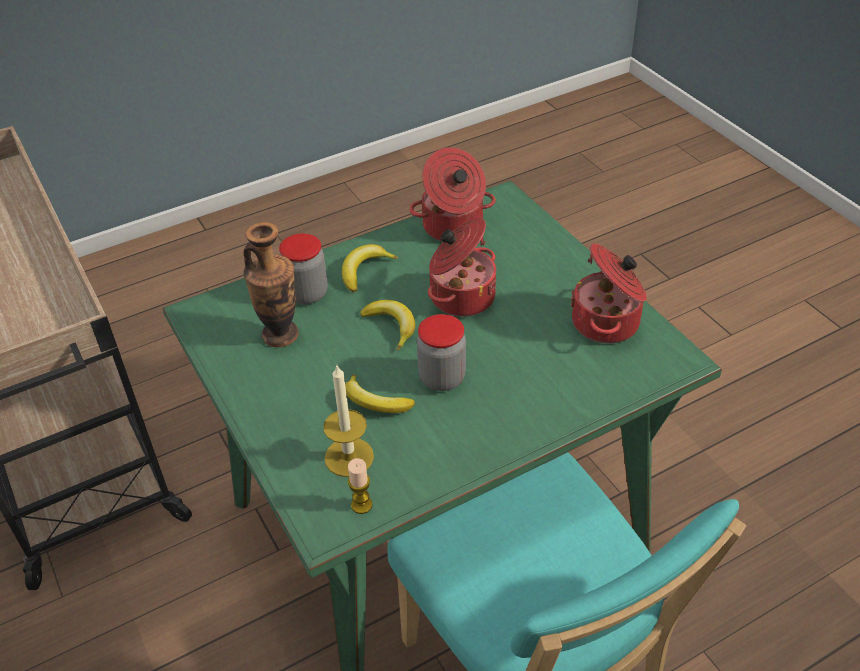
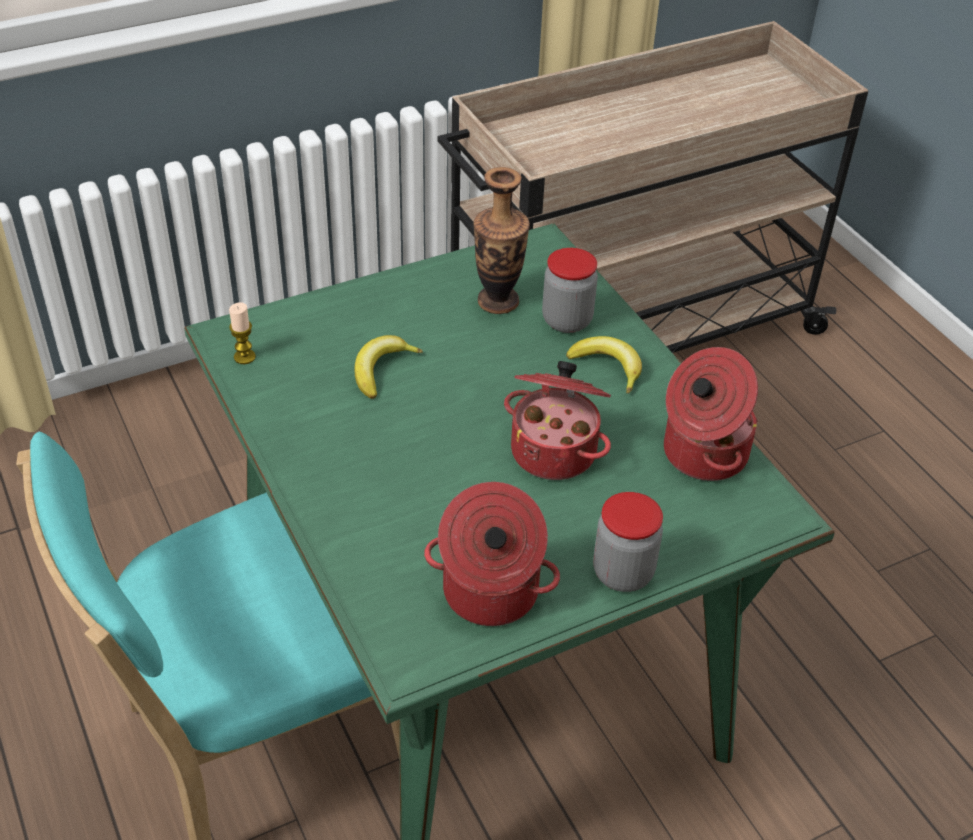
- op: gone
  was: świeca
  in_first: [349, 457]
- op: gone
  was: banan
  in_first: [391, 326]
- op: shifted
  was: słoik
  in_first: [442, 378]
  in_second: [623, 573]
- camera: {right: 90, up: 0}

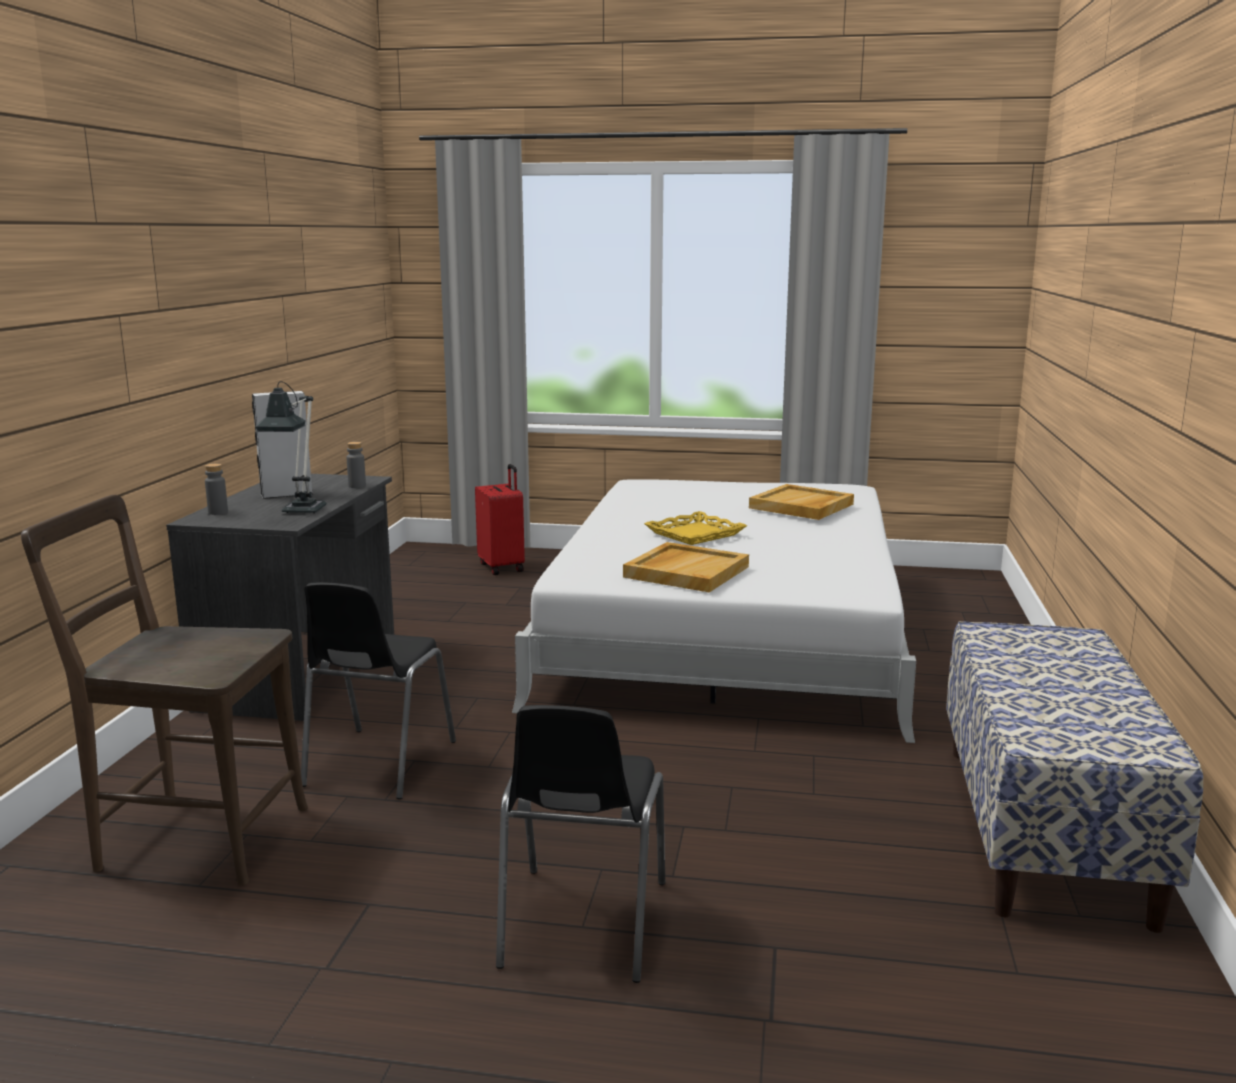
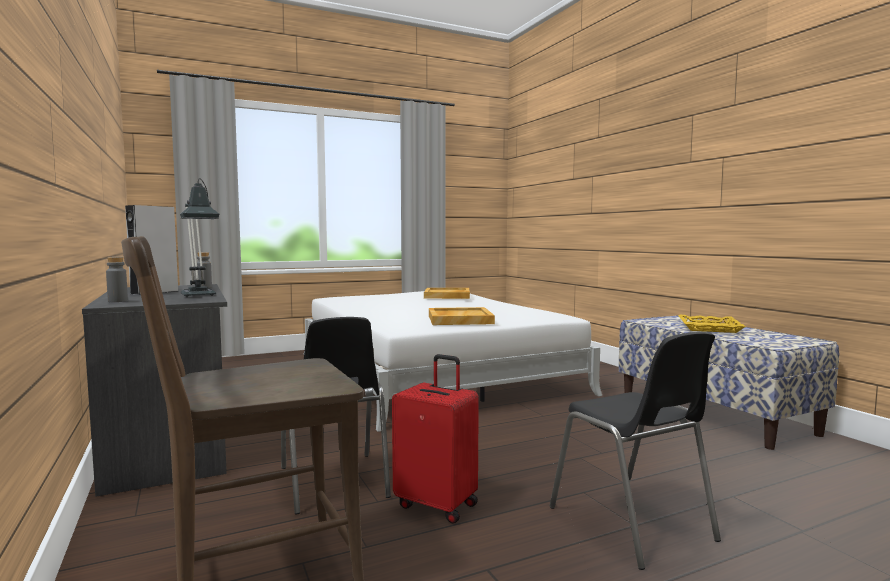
- op: shifted
  was: walizka [czerwony]
  in_first: [502, 567]
  in_second: [438, 504]
- op: shifted
  was: taca [żółty]
  in_first: [695, 534]
  in_second: [710, 328]
- camera: {right: -35, up: -10}

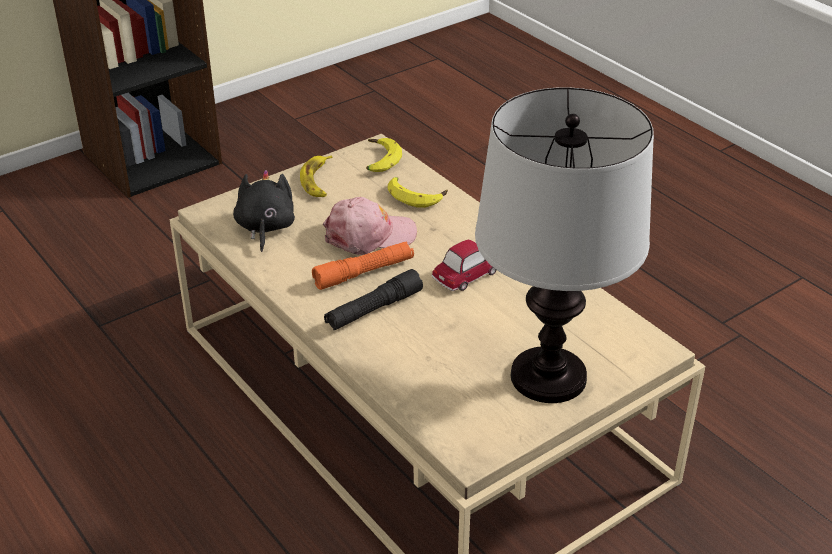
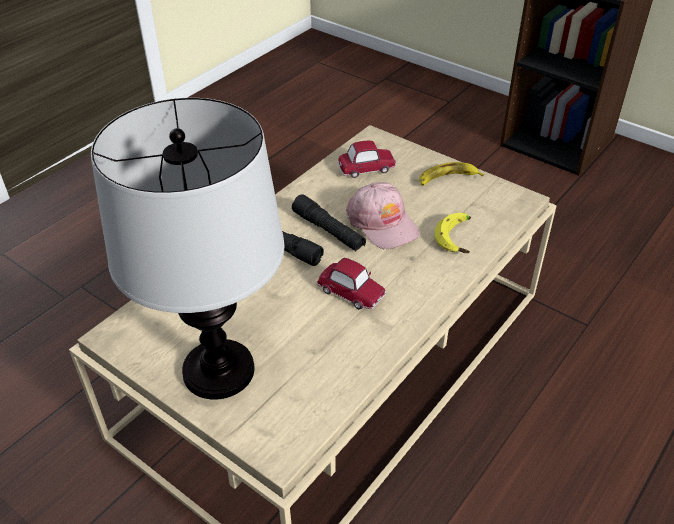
- op: swapped
  was: pluszak [czarny]
  now: samochodzik
  in_first: [265, 228]
  in_second: [366, 168]
- op: repainted
  was: latarka [pomarańczowy]
  now: latarka [czarny]
  in_first: [364, 273]
  in_second: [328, 231]
- op: gone
  was: banan
  in_first: [378, 160]
- camera: {right: 75, up: 5}

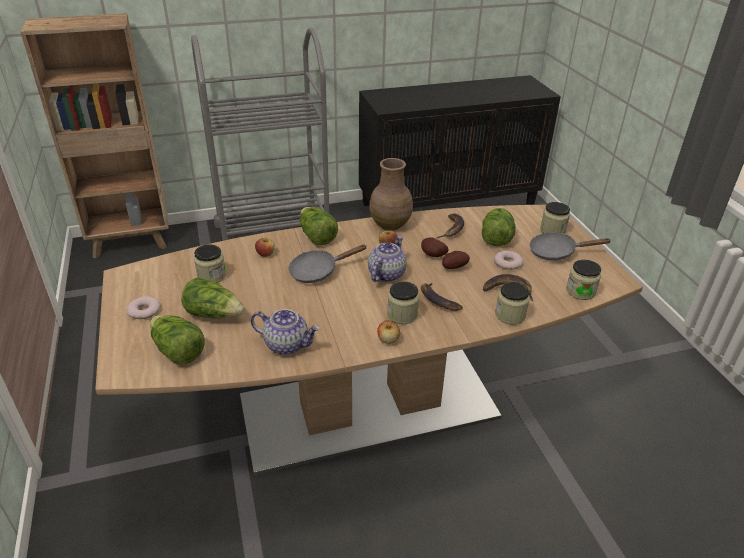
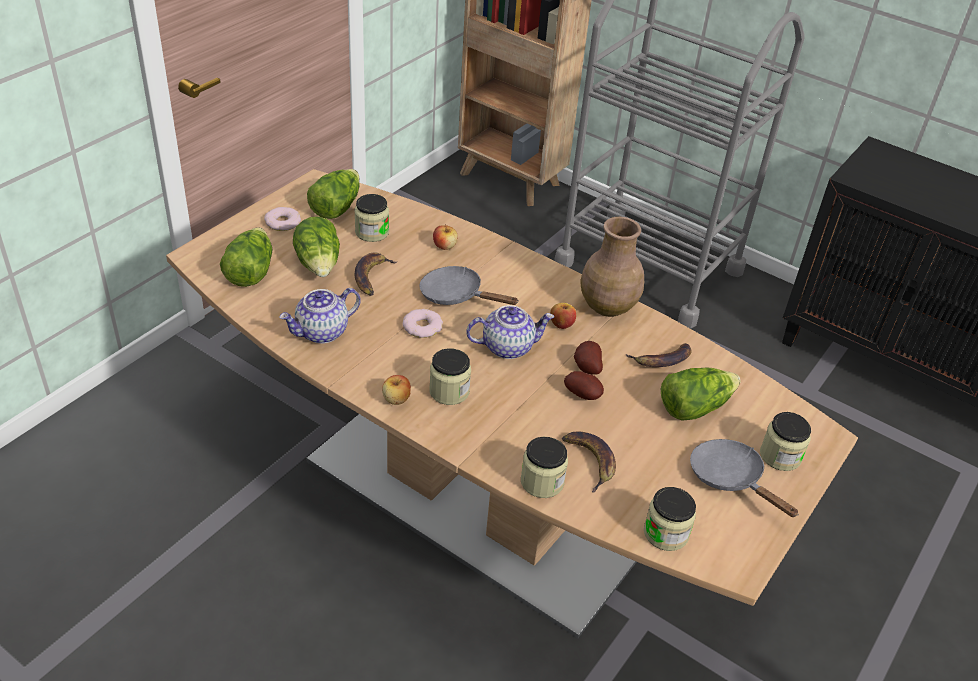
- op: rotated
  was: imbryk
  in_first: [287, 344]
  in_second: [322, 332]
  clockwise: 75
- op: shifted
  was: sałata
  in_first: [316, 236]
  in_second: [336, 207]
- op: shifted
  was: banan
  in_first: [438, 300]
  in_second: [372, 276]
- op: shifted
  was: donut
  in_first: [507, 263]
  in_second: [422, 327]
- camera: {right: 50, up: 5}

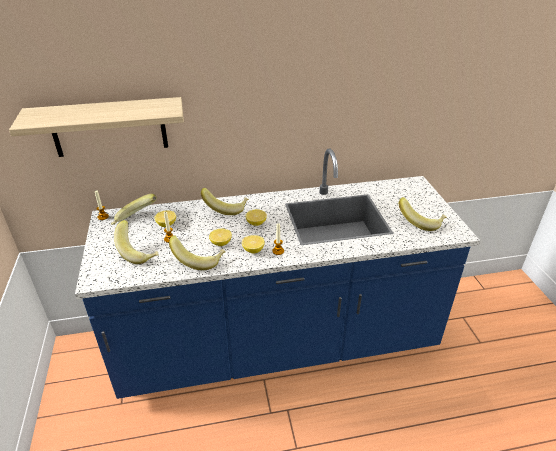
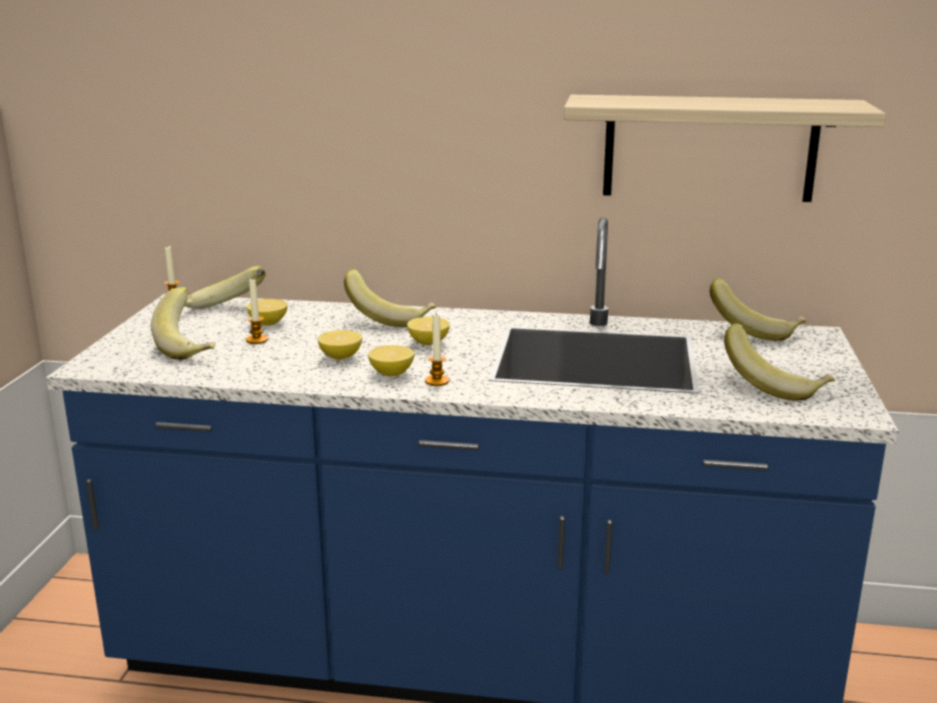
- op: shifted
  was: półka
  in_first: [109, 127]
  in_second: [709, 148]
- op: shifted
  was: banan
  in_first: [199, 260]
  in_second: [755, 331]
- camera: {right: 20, up: -15}

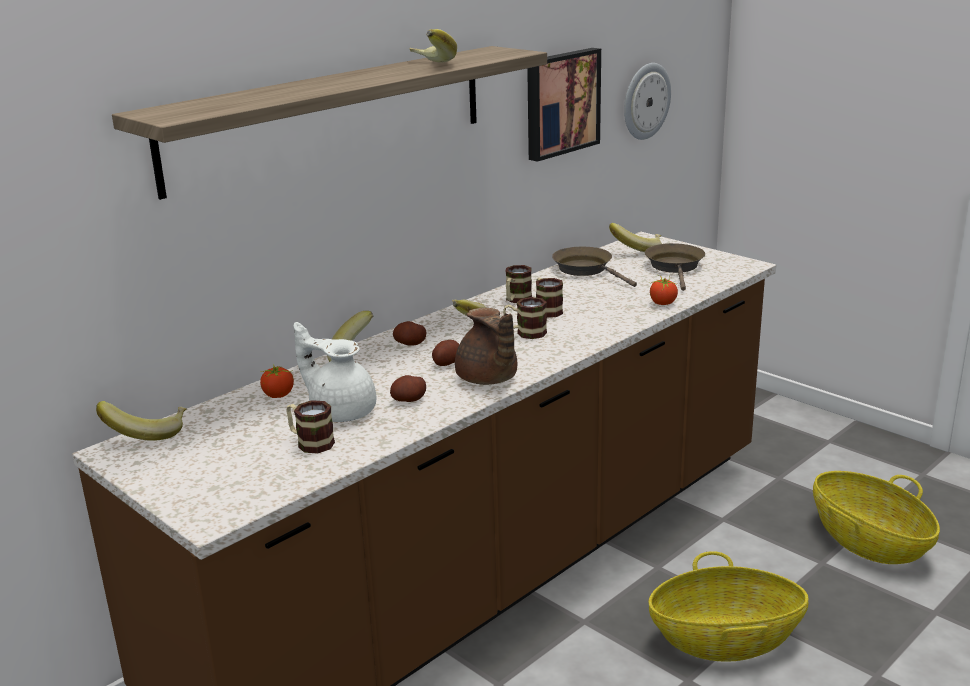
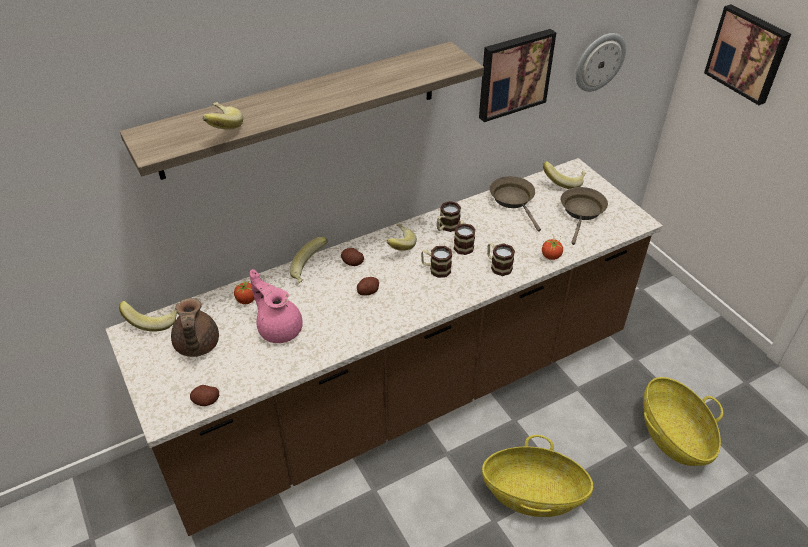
- op: shifted
  was: kubek
  in_first: [310, 442]
  in_second: [498, 266]
- op: repainted
  was: imbryk [biały]
  now: imbryk [różowy]
  in_first: [341, 411]
  in_second: [279, 328]
- op: shifted
  was: ziemniak
  in_first: [409, 400]
  in_second: [206, 401]
- op: shifted
  was: banan
  in_first: [428, 65]
  in_second: [220, 128]
- op: shifted
  was: imbryk [brązowy]
  in_first: [487, 379]
  in_second: [196, 346]
- op: new
  now: obraz
  in_second: [748, 53]
- camera: {right: 15, up: 20}

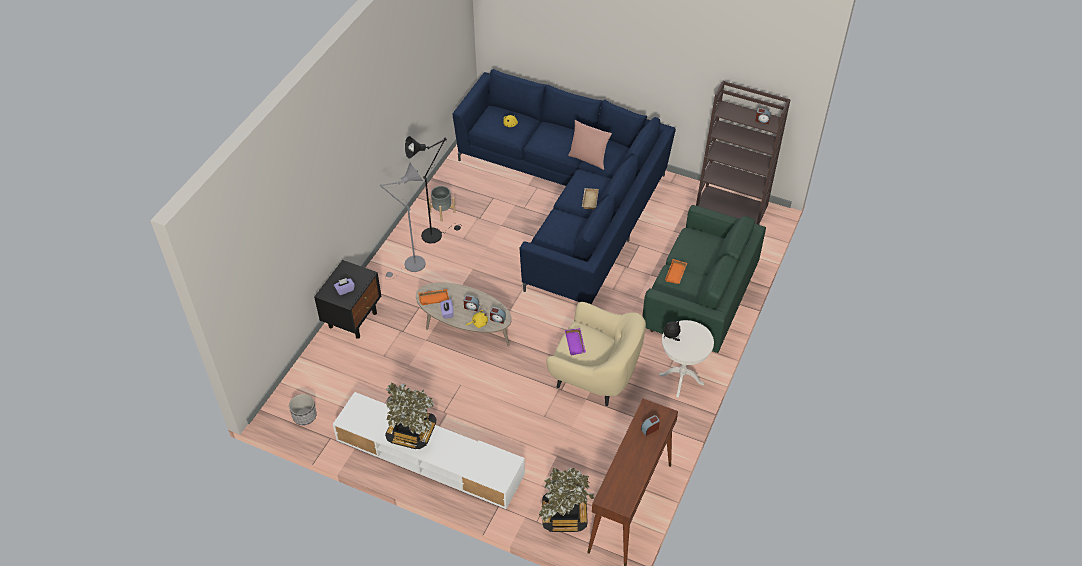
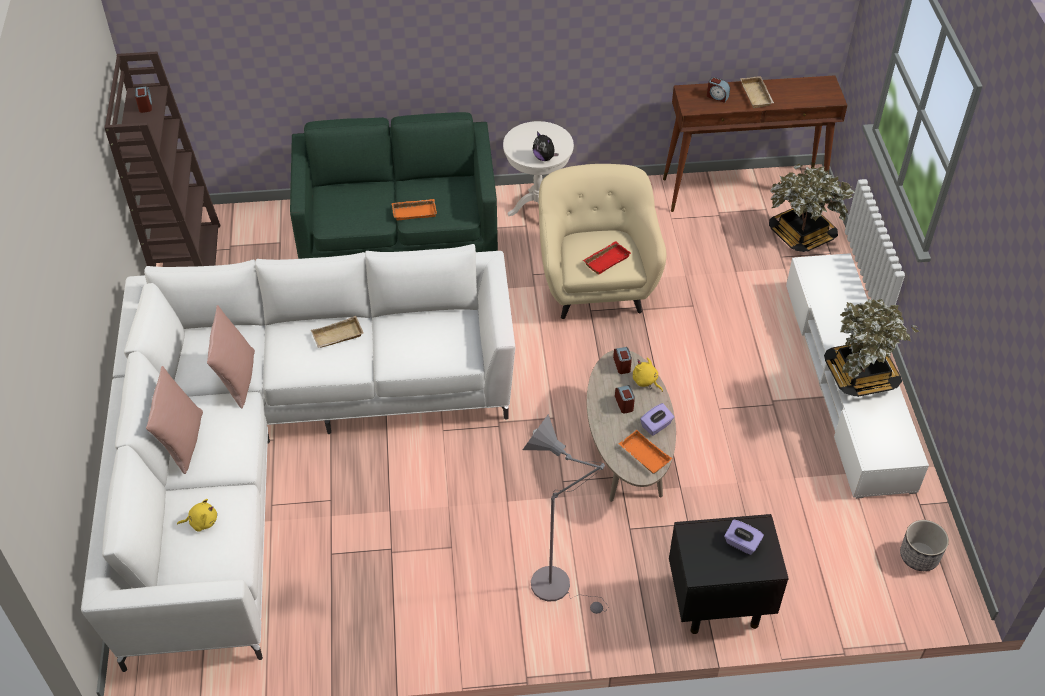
- op: gone
  was: lampa stojąca [czarny]
  in_first: [435, 234]
- op: gone
  was: donica [szary]
  in_first: [442, 212]
- op: repainted
  was: kanapa [niebieski]
  now: kanapa [biały]
  in_first: [570, 200]
  in_second: [280, 447]
- op: repainted
  was: taca [fioletowy]
  now: taca [czerwony]
  in_first: [576, 343]
  in_second: [606, 259]
- op: new
  now: poduszka [różowy]
  in_second: [182, 442]
- op: new
  now: taca [beżowy]
  in_second: [757, 95]
- camera: {right: -120, up: 0}

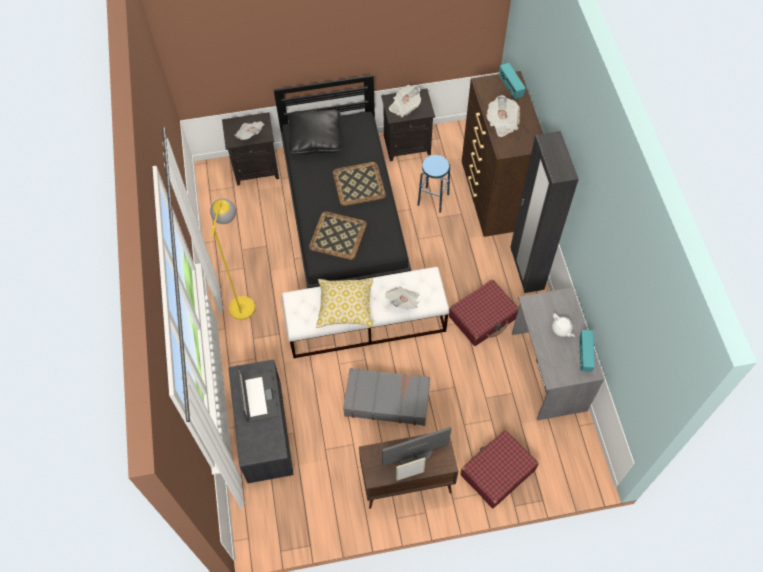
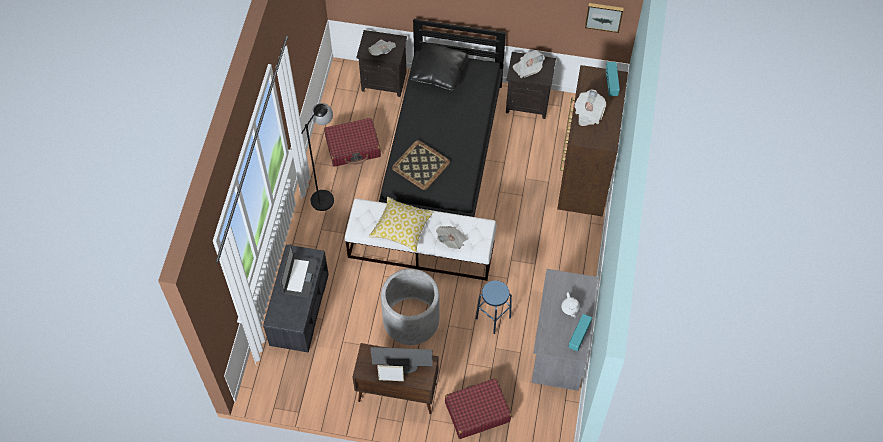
- op: repainted
  was: lampa stojąca [żółty]
  now: lampa stojąca [czarny]
  in_first: [243, 300]
  in_second: [326, 194]
- op: gone
  was: taca
  in_first: [359, 183]
- op: swapped
  was: walizka [szary]
  now: donica [szary]
  in_first: [387, 400]
  in_second: [411, 320]
- op: shifted
  was: stołek [niebieski]
  in_first: [433, 199]
  in_second: [493, 317]
- op: shifted
  was: walizka [czerwony]
  in_first: [483, 317]
  in_second: [353, 147]
- op: gone
  was: szafa [czarny]
  in_first: [526, 269]
- op: new
  now: obraz
  in_second: [604, 16]
- camera: {right: 20, up: 0}

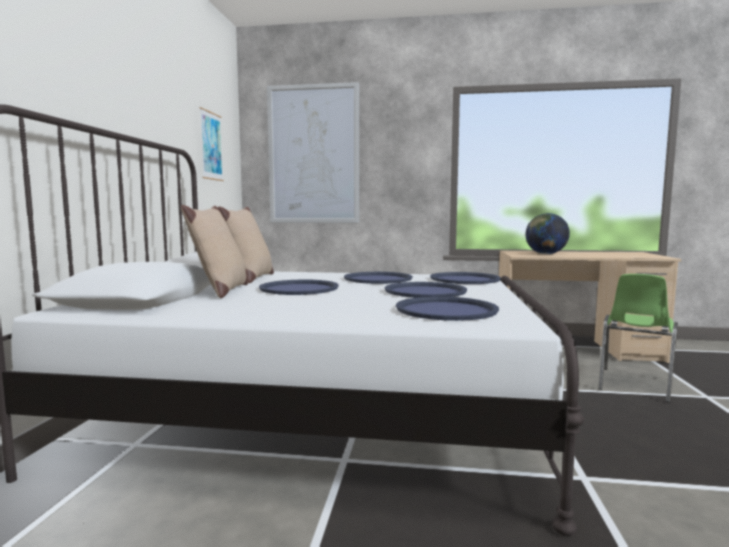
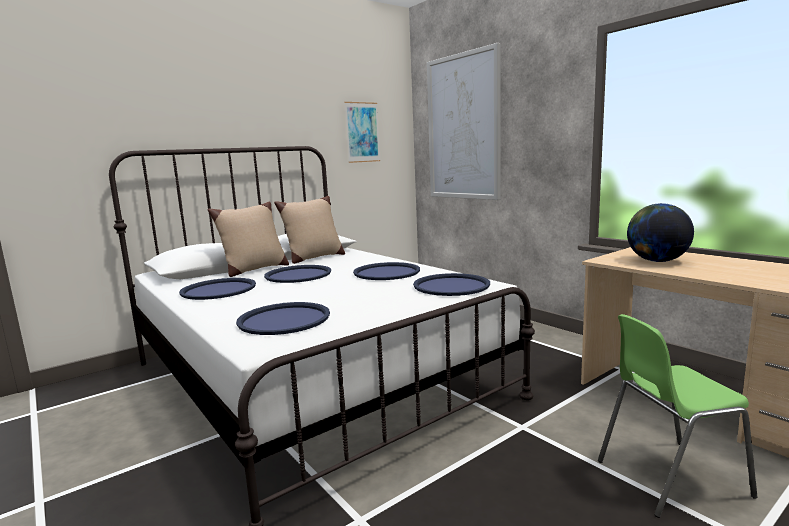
- op: shifted
  was: taca [niebieski]
  in_first: [425, 291]
  in_second: [218, 290]
- camera: {right: 45, up: 5}

